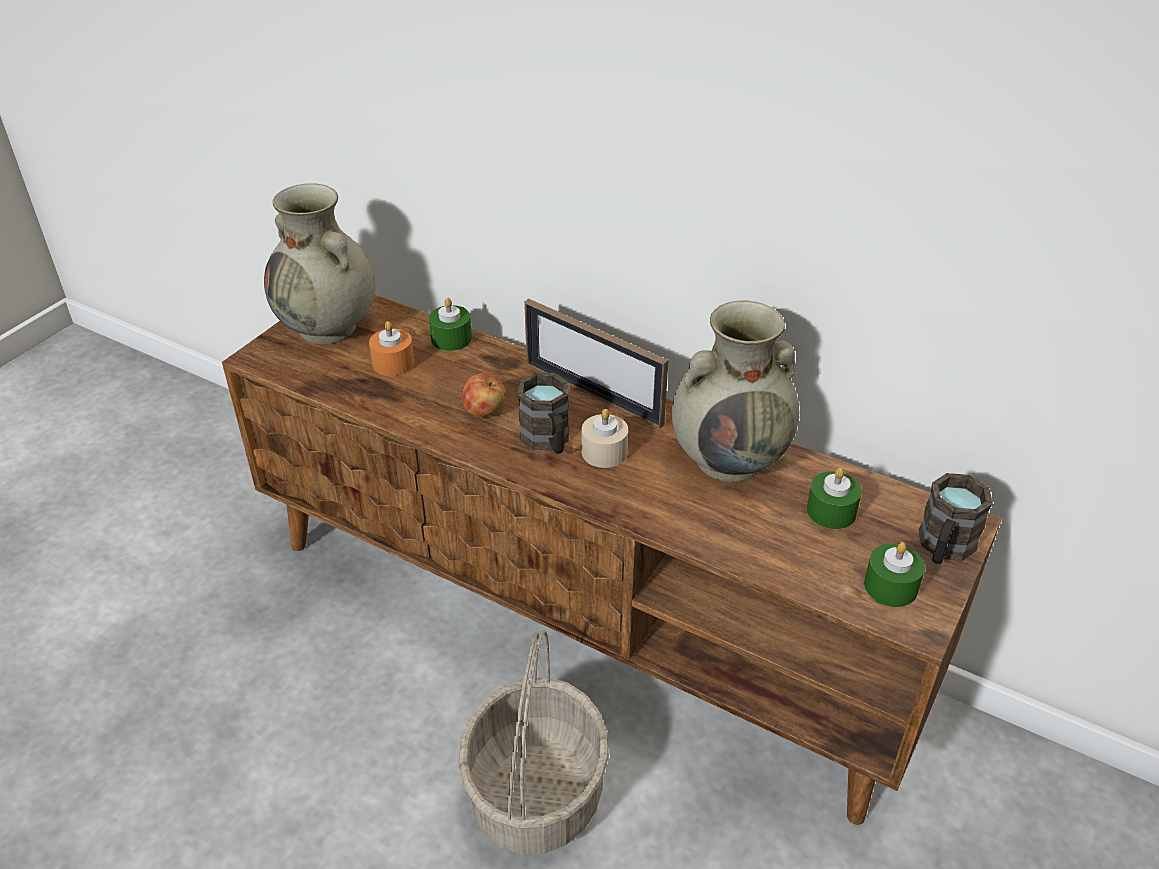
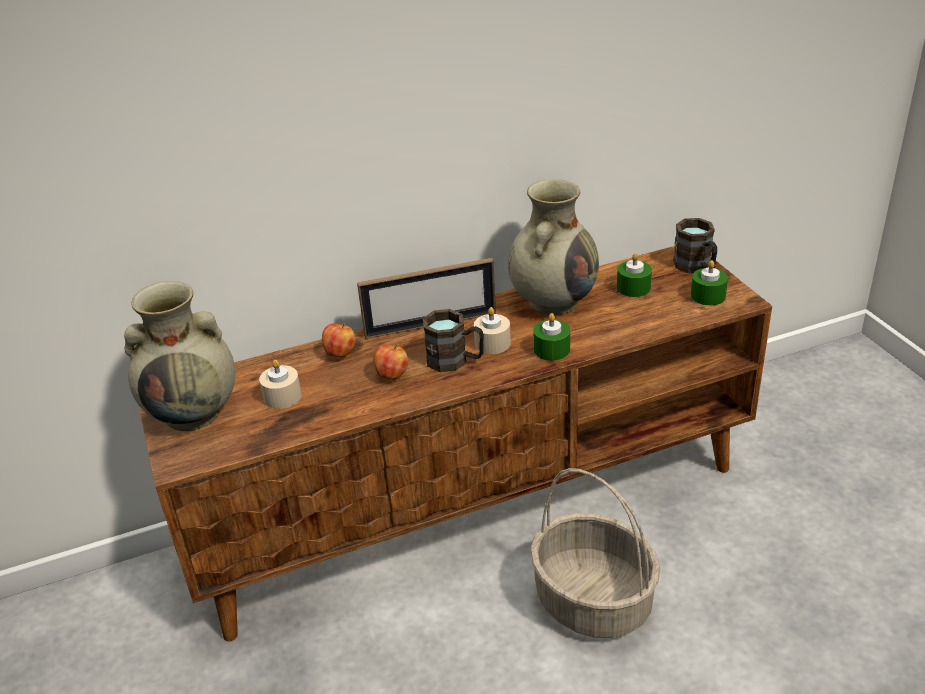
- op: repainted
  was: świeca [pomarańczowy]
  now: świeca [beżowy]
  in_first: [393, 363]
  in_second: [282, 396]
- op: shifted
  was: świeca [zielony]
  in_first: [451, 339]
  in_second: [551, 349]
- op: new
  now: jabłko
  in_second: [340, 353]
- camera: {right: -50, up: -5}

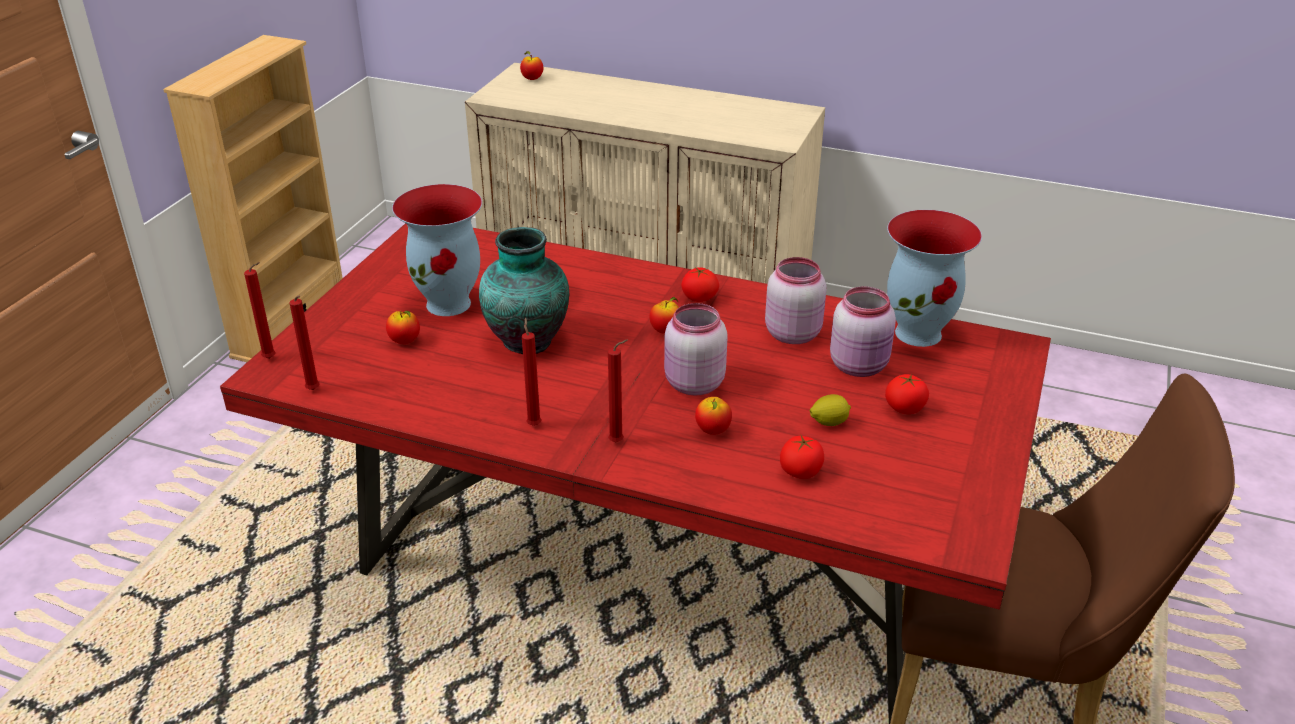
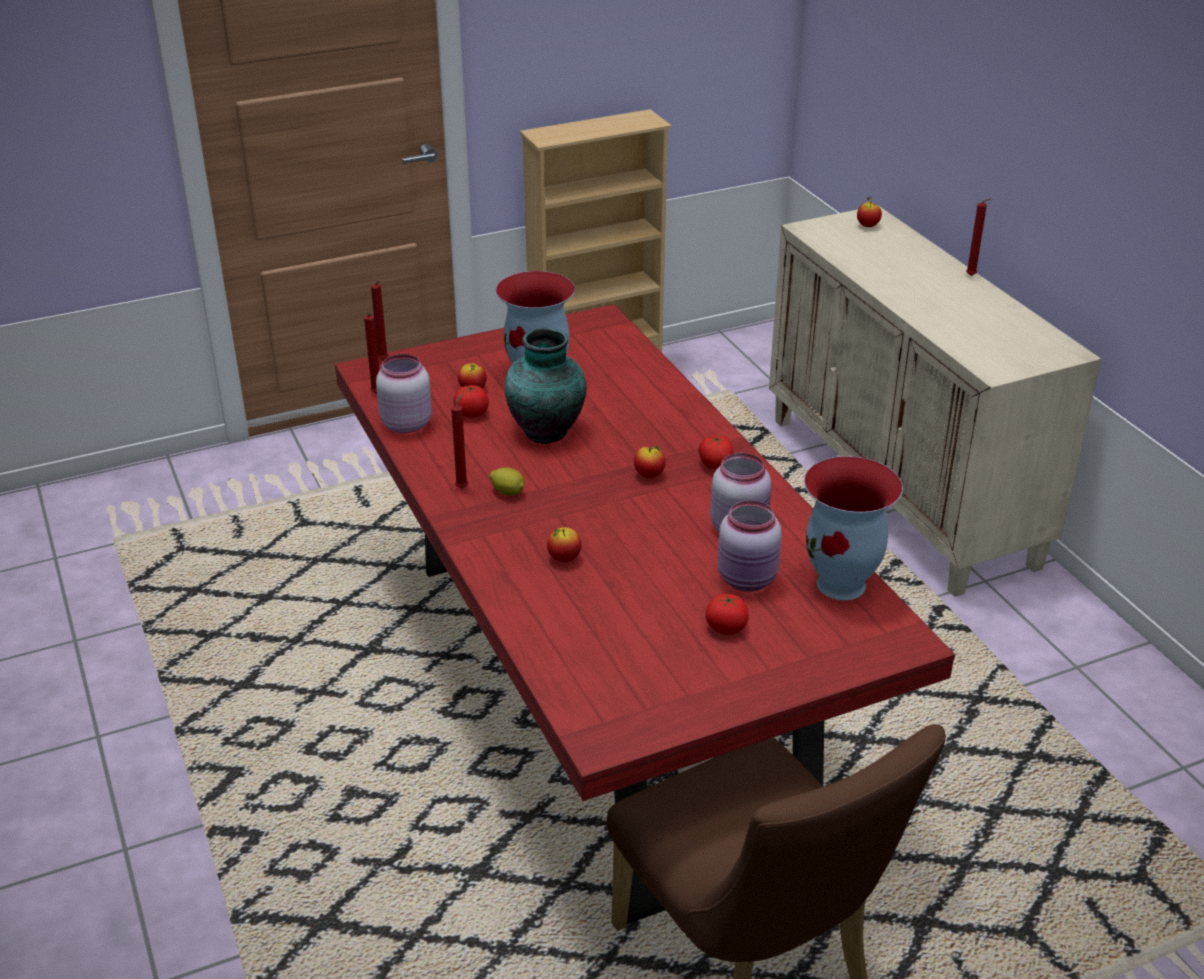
- op: shifted
  was: świeca [czerwony]
  in_first: [618, 442]
  in_second: [972, 276]
- op: shifted
  was: słoik [różowy]
  in_first: [692, 384]
  in_second: [405, 423]
- op: shifted
  was: pomidor
  in_first: [800, 472]
  in_second: [471, 413]
- op: shifted
  was: cytryna
  in_first: [828, 422]
  in_second: [508, 492]
- camera: {right: 45, up: 0}

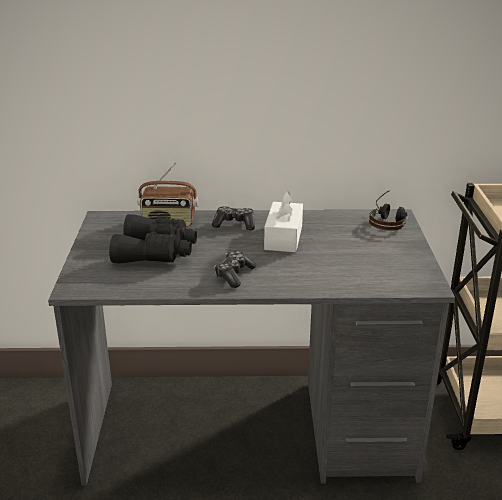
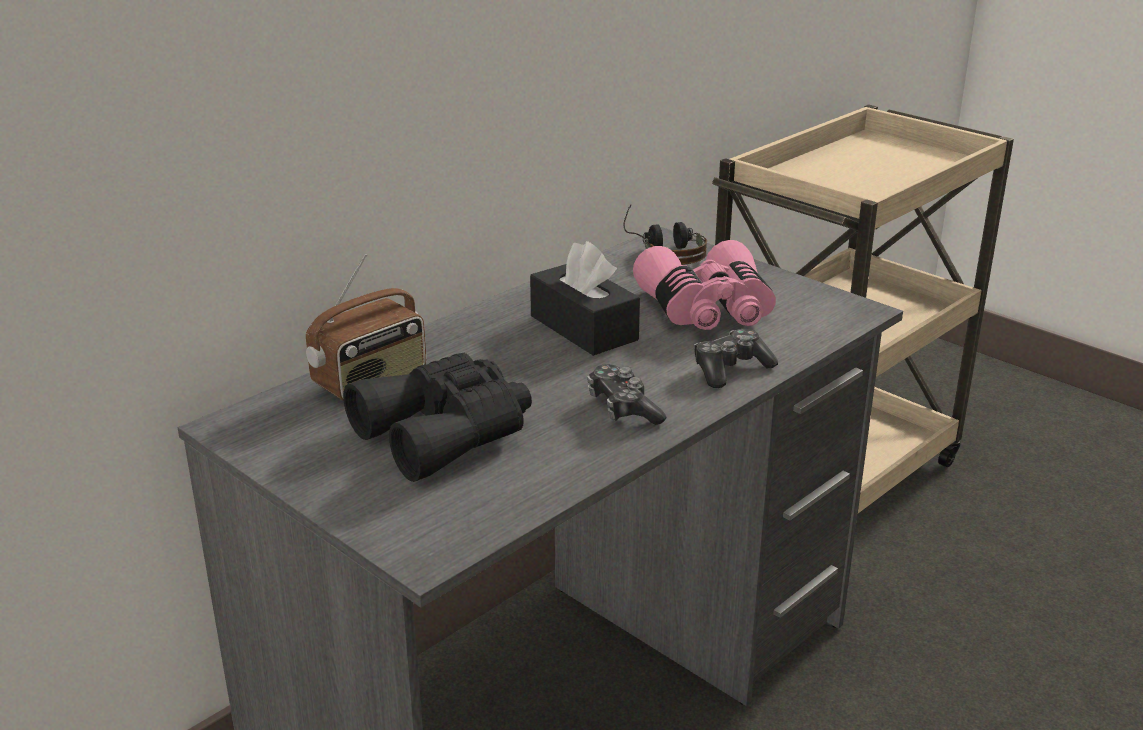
- op: shifted
  was: pad do gier
  in_first: [234, 224]
  in_second: [730, 369]
- op: repainted
  was: pudełko chusteczek [biały]
  now: pudełko chusteczek [czarny]
  in_first: [283, 237]
  in_second: [583, 328]
- op: new
  now: lornetka [różowy]
  in_second: [707, 311]
- camera: {right: -45, up: 0}

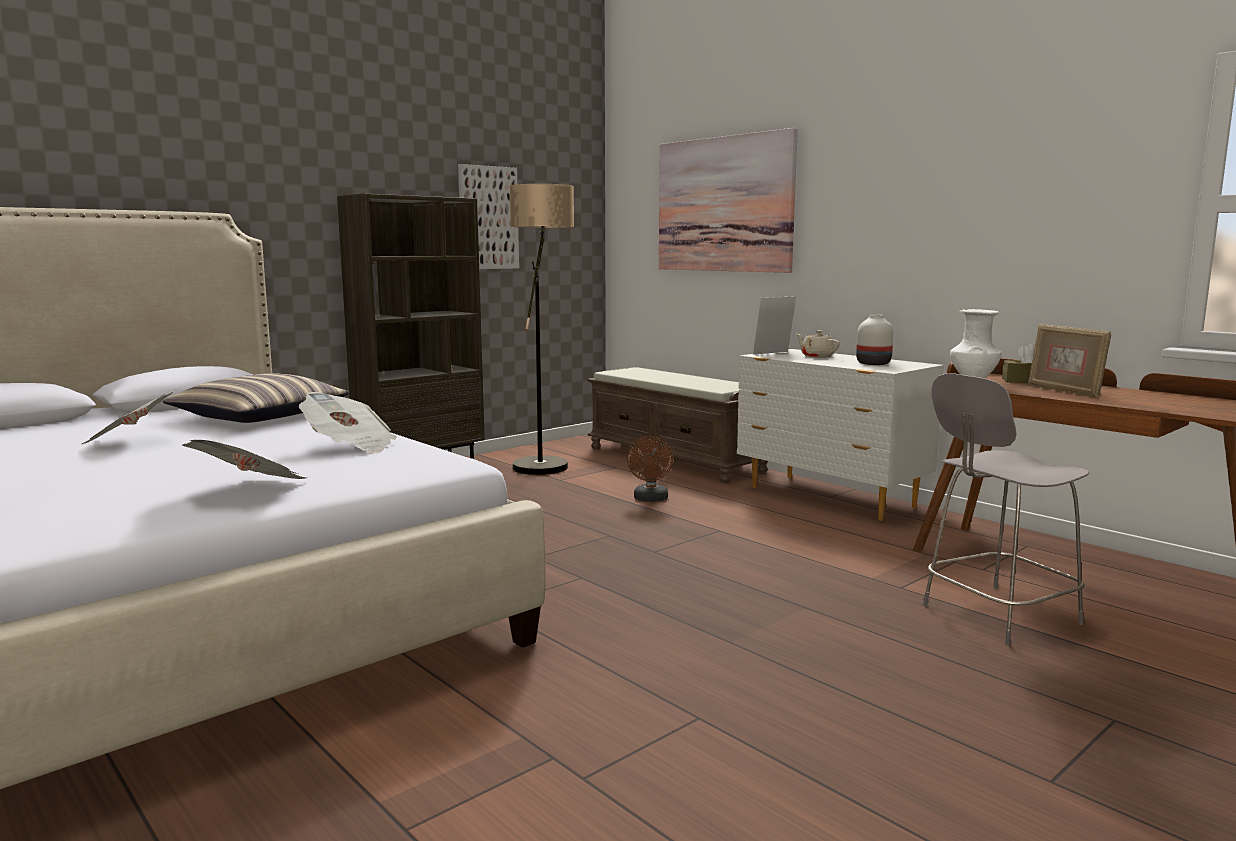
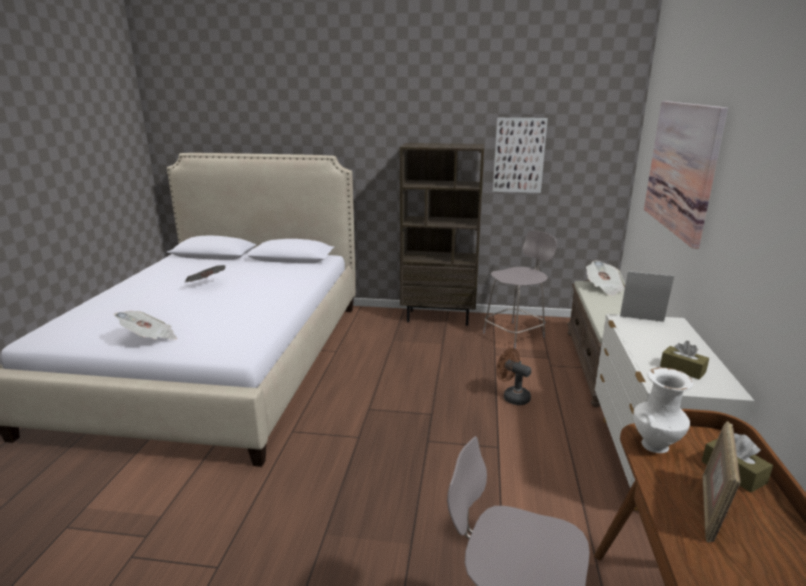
- op: gone
  was: poduszka
  in_first: [260, 416]
- op: shifted
  was: gazeta
  in_first: [350, 447]
  in_second: [604, 288]
- op: swapped
  was: lampa stojąca
  now: krzesło [szary]
  in_first: [543, 462]
  in_second: [515, 334]
- op: rotated
  was: wentylator [brązowy]
  in_first: [650, 499]
  in_second: [512, 397]
  clockwise: 75
- op: gone
  was: imbryk [beżowy]
  in_first: [817, 356]
- op: swapped
  was: wazon [biały]
  now: pudełko chusteczek [brązowy]
  in_first: [873, 363]
  in_second: [682, 369]
- camera: {right: 50, up: 10}

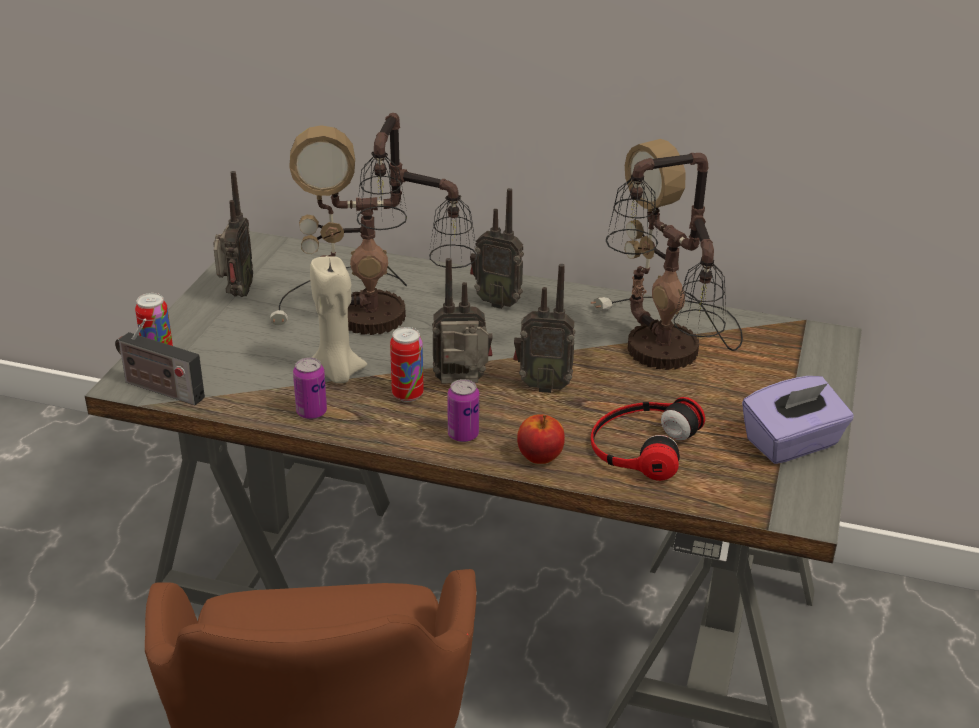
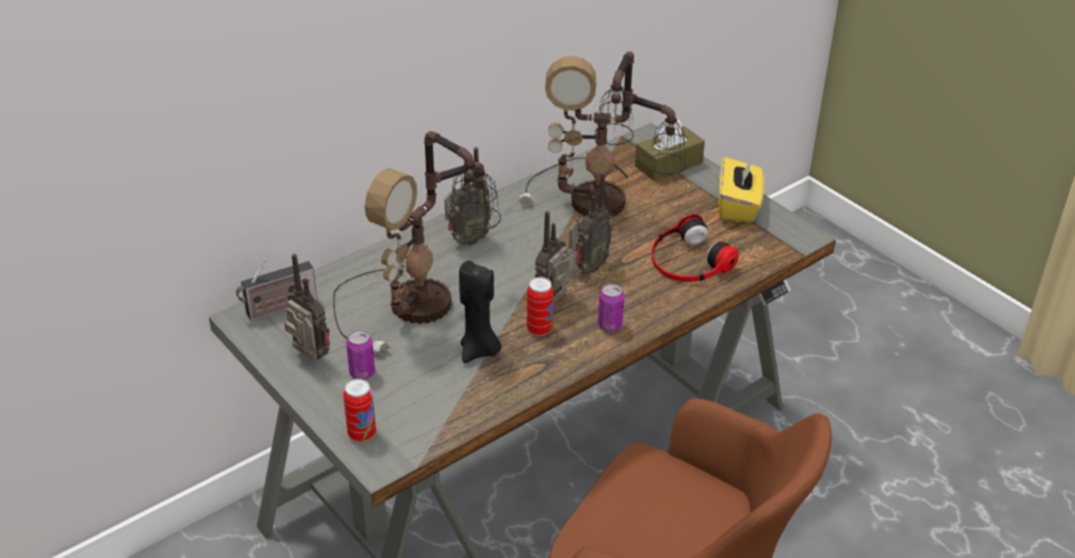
- op: shifted
  was: radio
  in_first: [160, 389]
  in_second: [278, 308]
- op: shifted
  was: puszka
  in_first: [311, 412]
  in_second: [362, 373]
- op: repainted
  was: świeca [beżowy]
  now: świeca [czarny]
  in_first: [336, 374]
  in_second: [479, 351]
- op: gone
  was: jabłko
  in_first: [540, 457]
- op: repainted
  was: pudełko chusteczek [fioletowy]
  now: pudełko chusteczek [żółty]
  in_first: [792, 444]
  in_second: [738, 206]
- op: new
  now: pudełko chusteczek [brązowy]
  in_second: [668, 164]
- camera: {right: -55, up: 5}

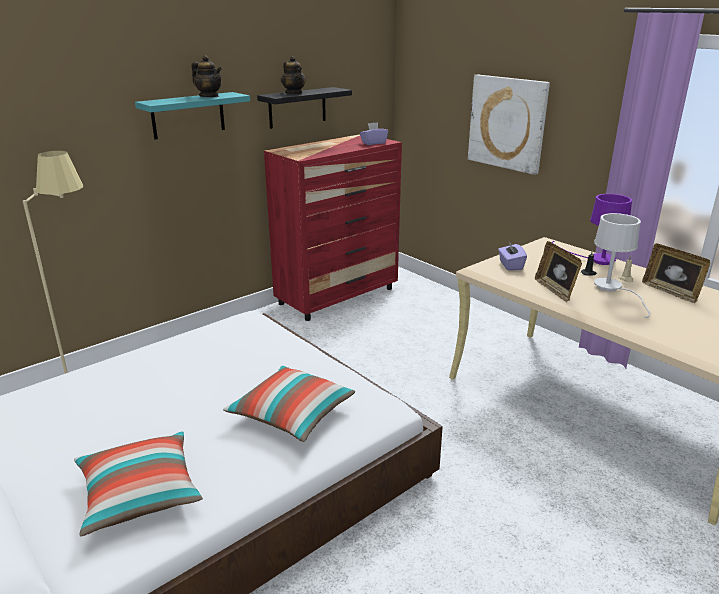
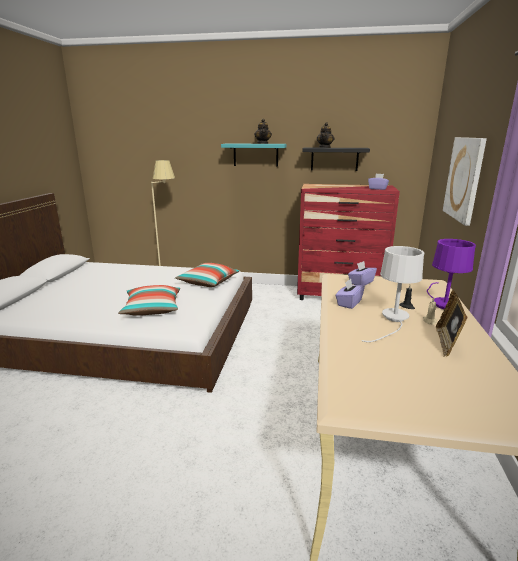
- op: shifted
  was: poduszka
  in_first: [140, 494]
  in_second: [208, 282]
- op: swapped
  was: ramka na zdjęcie
  now: pudełko chusteczek [fioletowy]
  in_first: [555, 290]
  in_second: [348, 303]
- camera: {right: 50, up: -5}

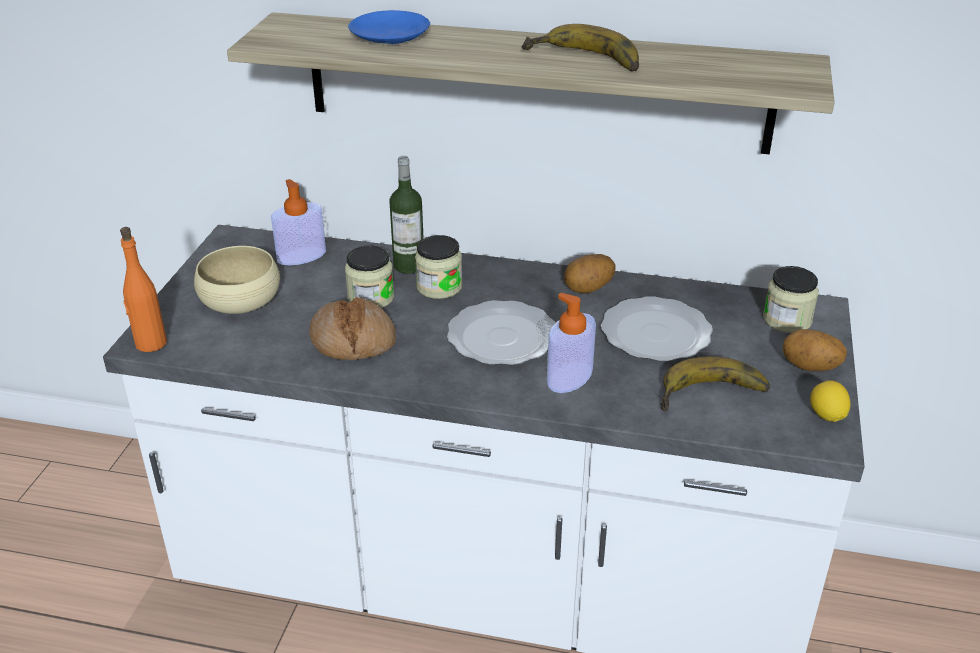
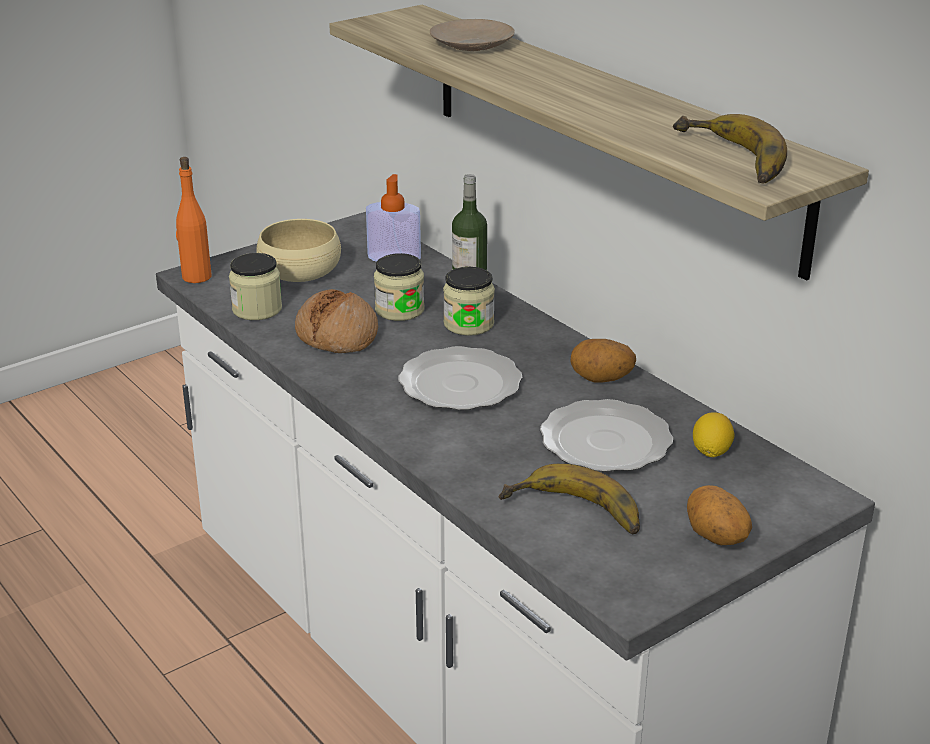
- op: repainted
  was: talerz [niebieski]
  now: talerz [beżowy]
  in_first: [391, 37]
  in_second: [472, 44]
- op: shifted
  was: banan
  in_first: [583, 61]
  in_second: [727, 159]
- op: gone
  was: dozownik mydła
  in_first: [569, 377]
- op: shifted
  was: słoik
  in_first: [787, 320]
  in_second: [257, 309]
- op: shifted
  was: cytryna
  in_first: [826, 416]
  in_second: [711, 452]
- camera: {right: 40, up: -5}

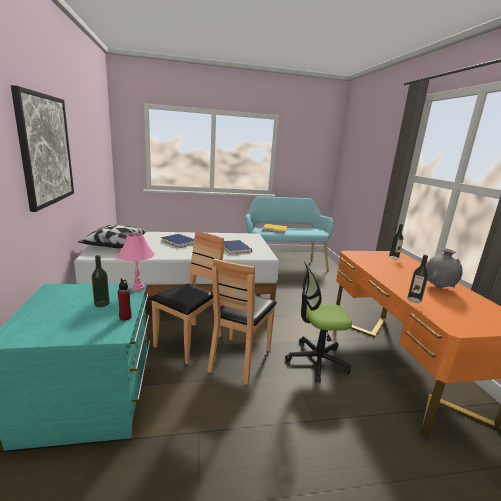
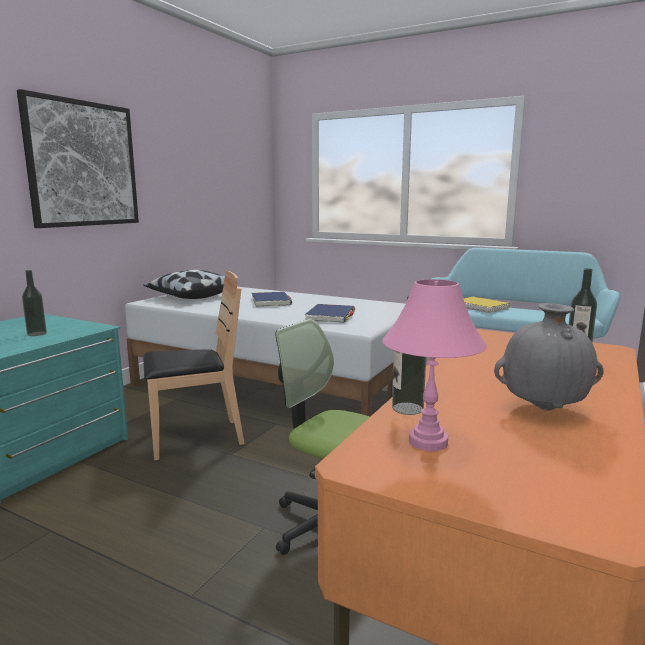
- op: shifted
  was: lampa stołowa [różowy]
  in_first: [137, 288]
  in_second: [428, 442]
- op: gone
  was: butelka [czerwony]
  in_first: [125, 317]
- op: gone
  was: krzesło [brązowy]
  in_first: [239, 359]
- camera: {right: 40, up: -5}

